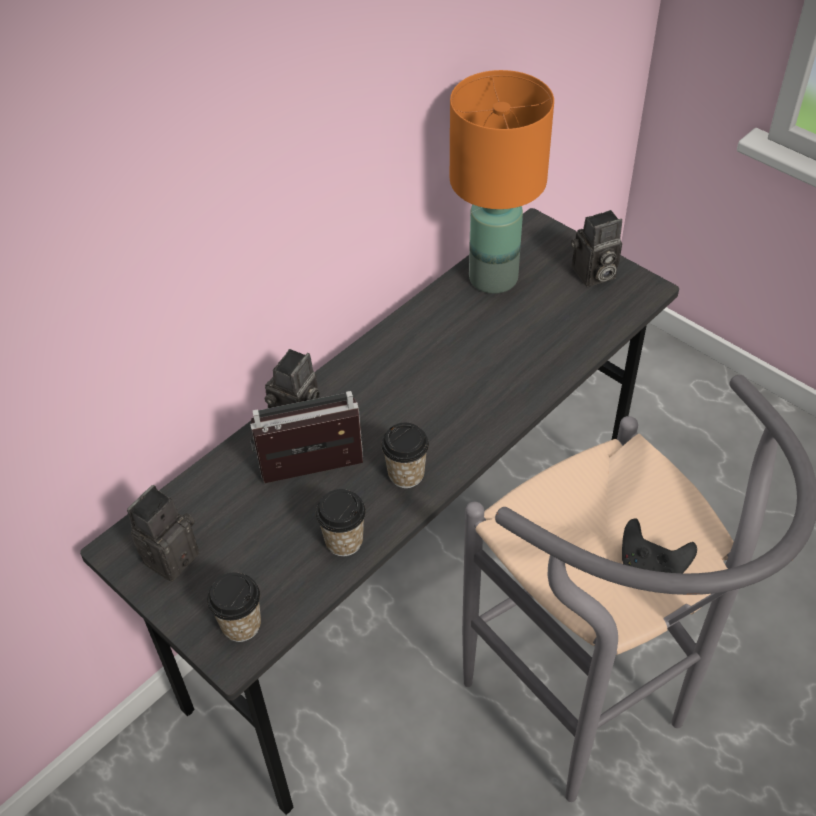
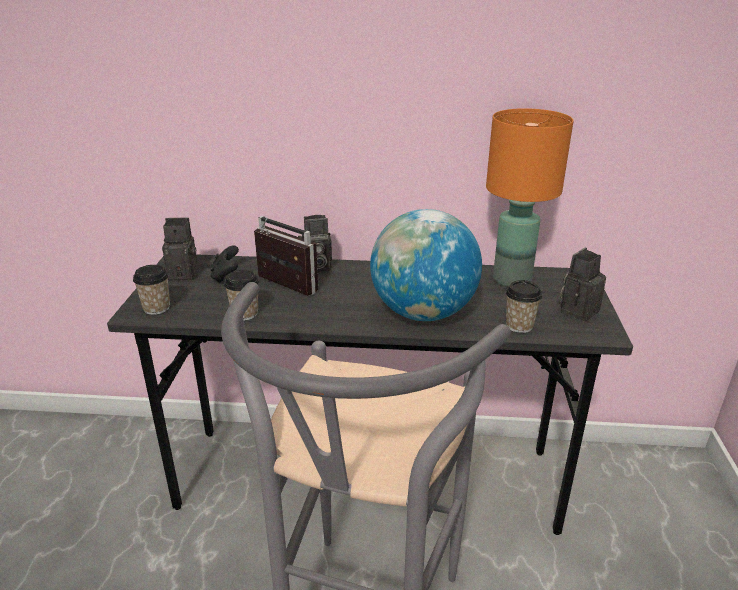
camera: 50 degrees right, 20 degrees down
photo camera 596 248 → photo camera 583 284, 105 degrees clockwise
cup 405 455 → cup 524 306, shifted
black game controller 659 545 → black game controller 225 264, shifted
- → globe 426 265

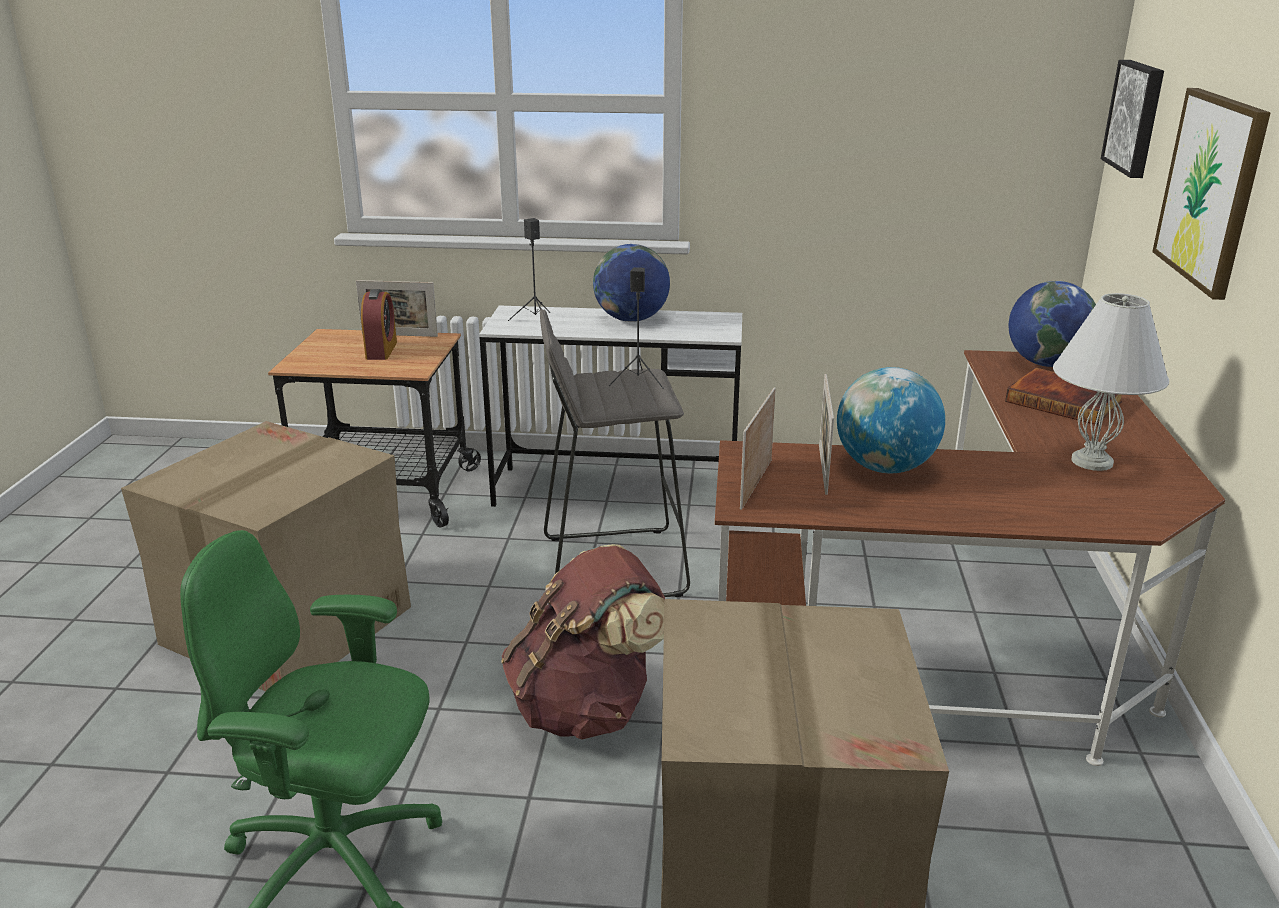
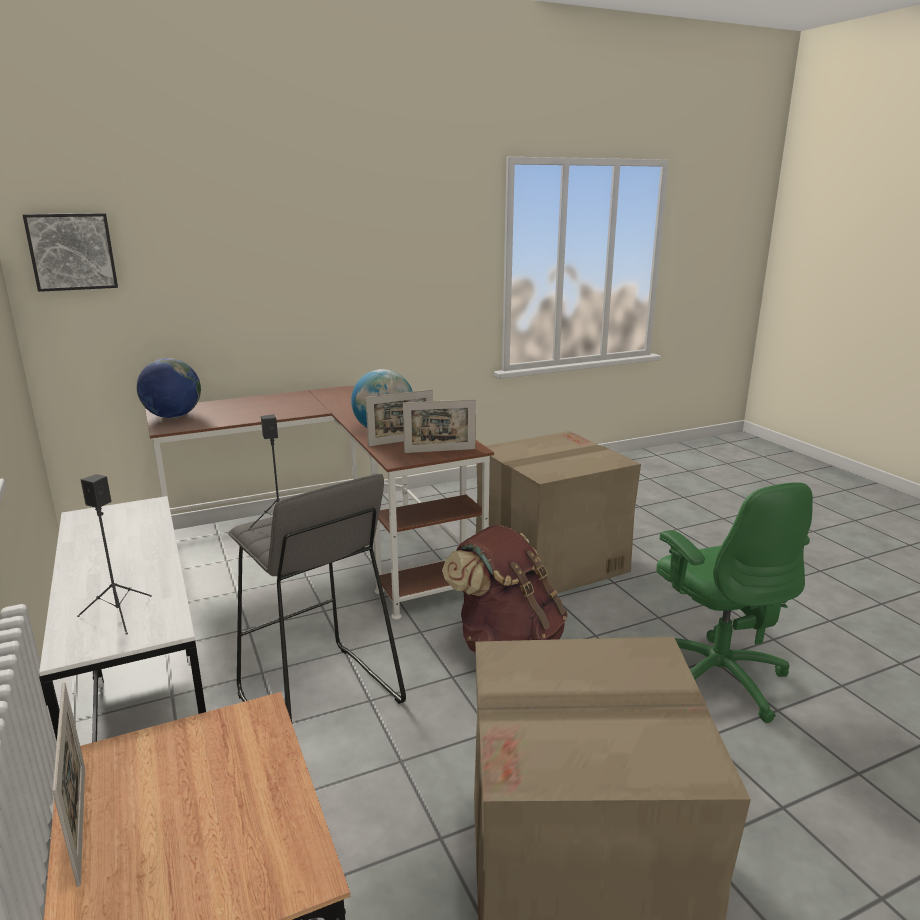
camera: 120 degrees left, 5 degrees down
picture 1211 194 → -
globe 631 283 → -
alarm clock 379 324 → -
white table lamp 1111 382 → -
book 1063 396 → -

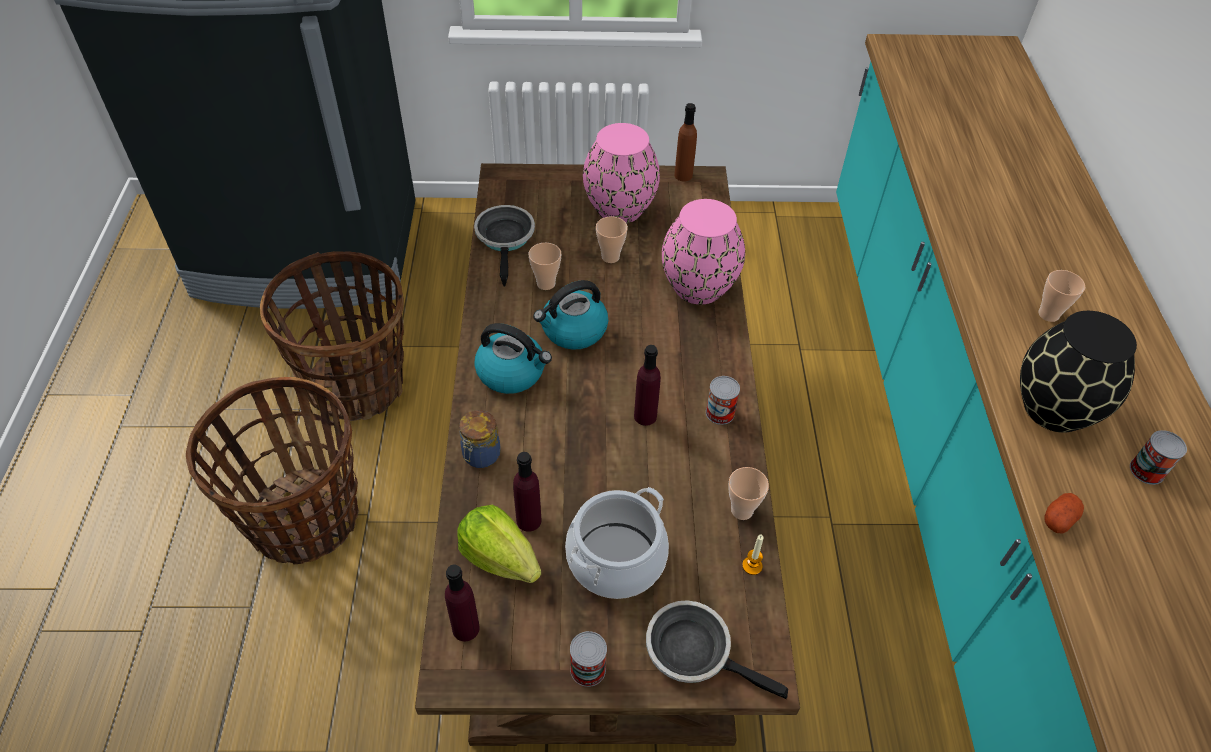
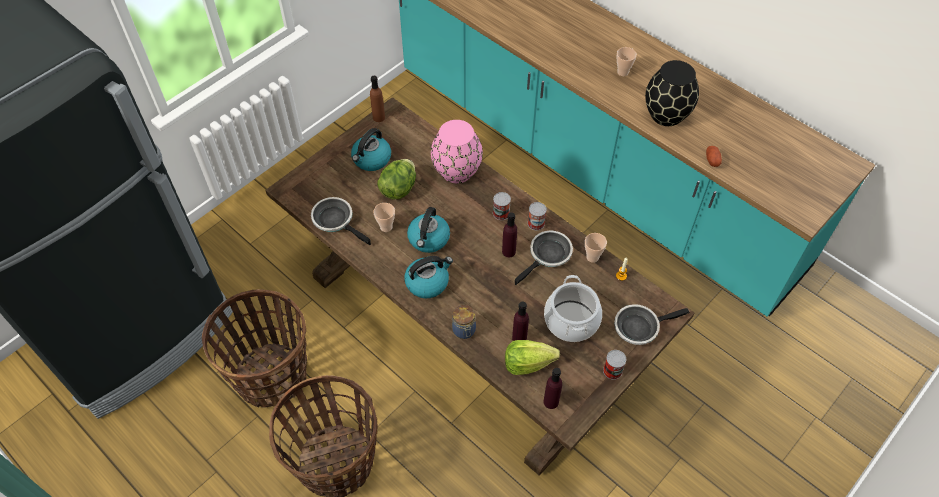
camera: 45 degrees left, 5 degrees up
pink vase 621 173 → kettle 371 149
cup 612 239 → lettuce 396 179
can 1158 457 → can 502 206, shifted
- → frying pan 544 258

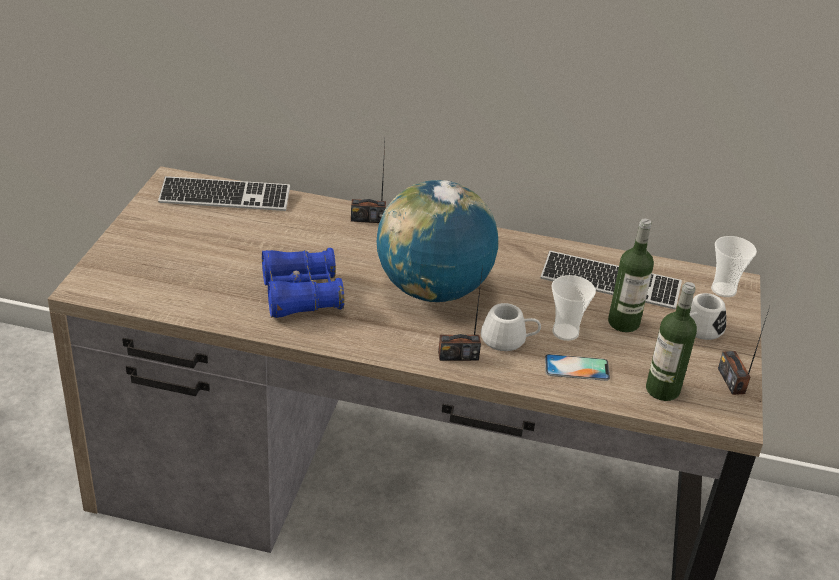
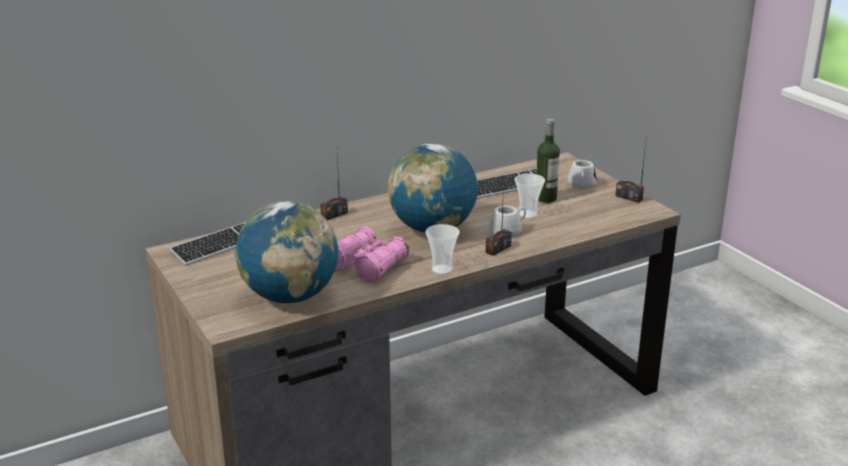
camera: 40 degrees left, 10 degrees down
cup 734 266 → cup 443 249, shifted
blue binoculars 303 283 → pink binoculars 372 254
bottle 671 341 → -
phone 577 367 → -
- → globe 287 252

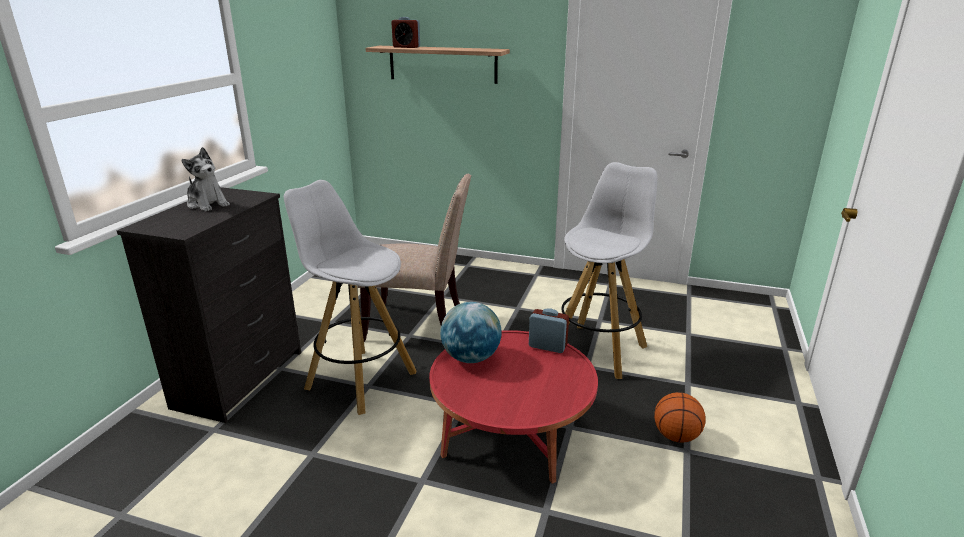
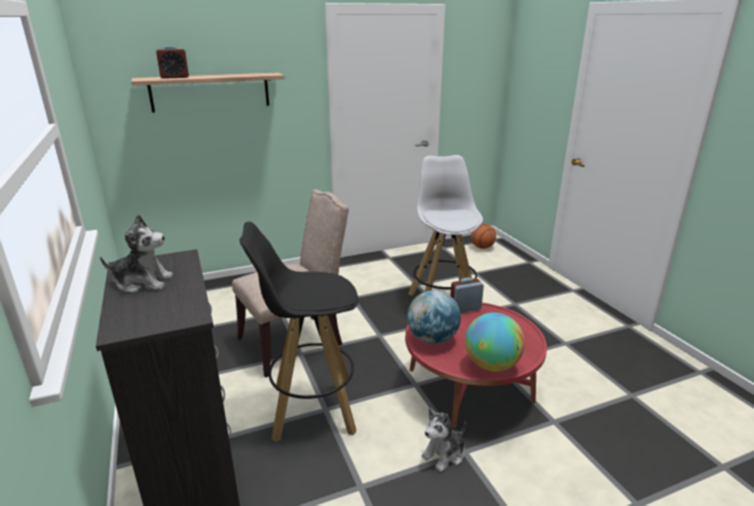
camera: 40 degrees left, 0 degrees up
white stool 350 297 → black stool 299 332
basketball 680 417 → basketball 483 236, shifted
- → globe 495 342
- → plush toy 443 440

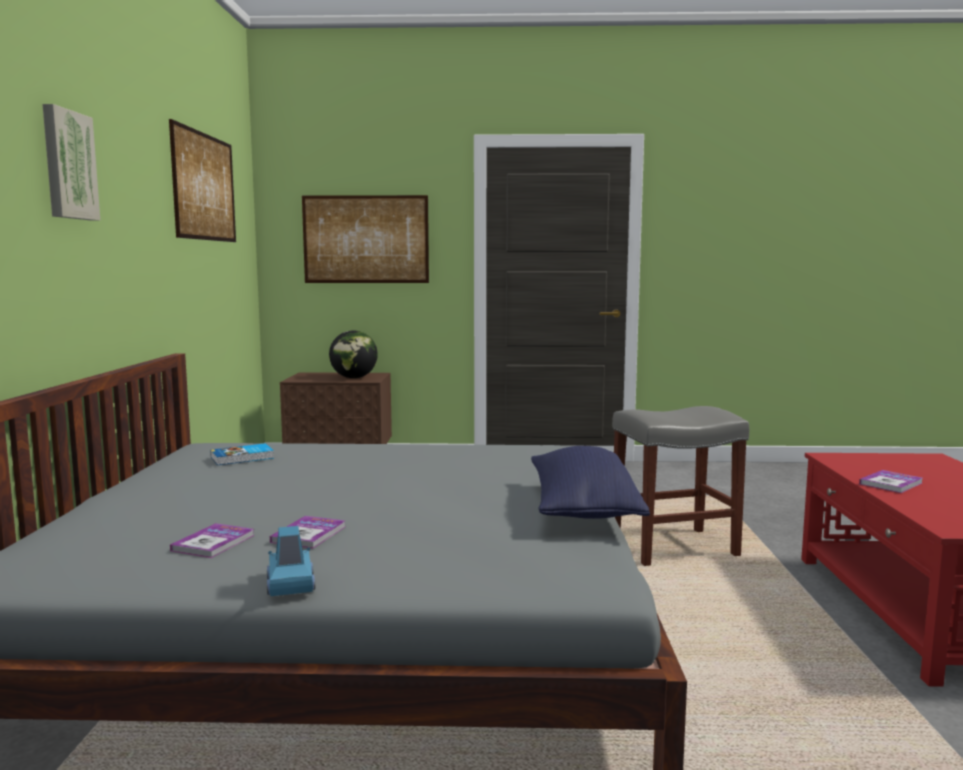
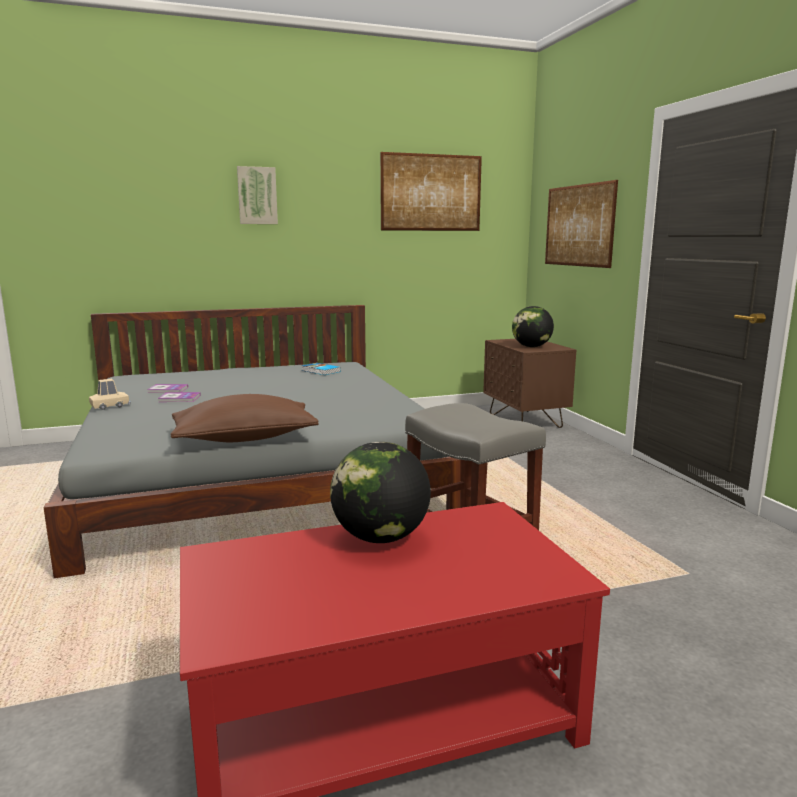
camera: 70 degrees right, 5 degrees up
blue pillow 590 482 → brown pillow 244 418
book 890 481 → globe 380 492
blue toy car 291 561 → beige toy car 110 394

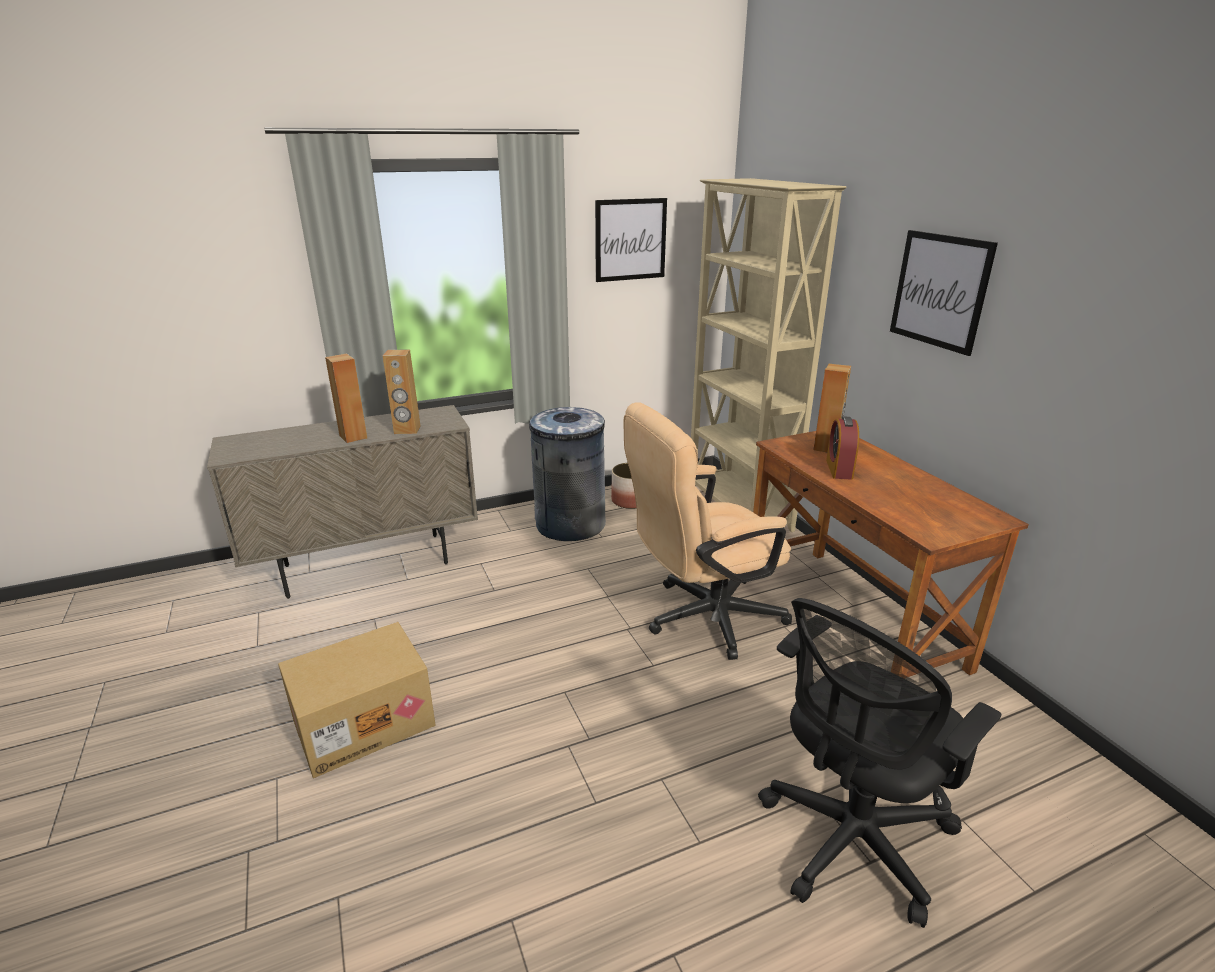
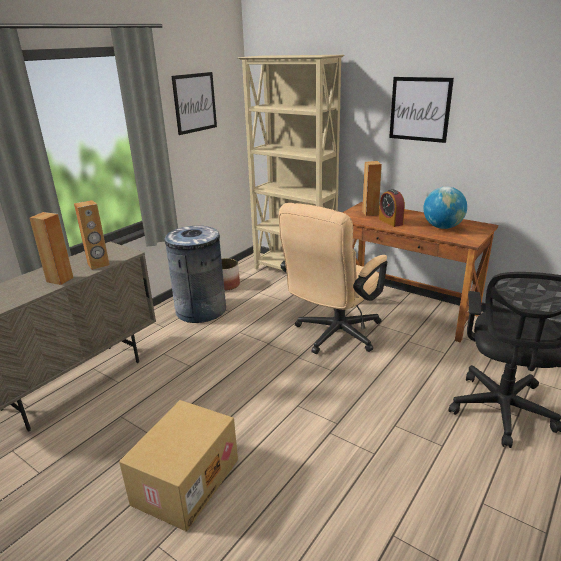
camera: 30 degrees left, 0 degrees up
- → globe 445 208

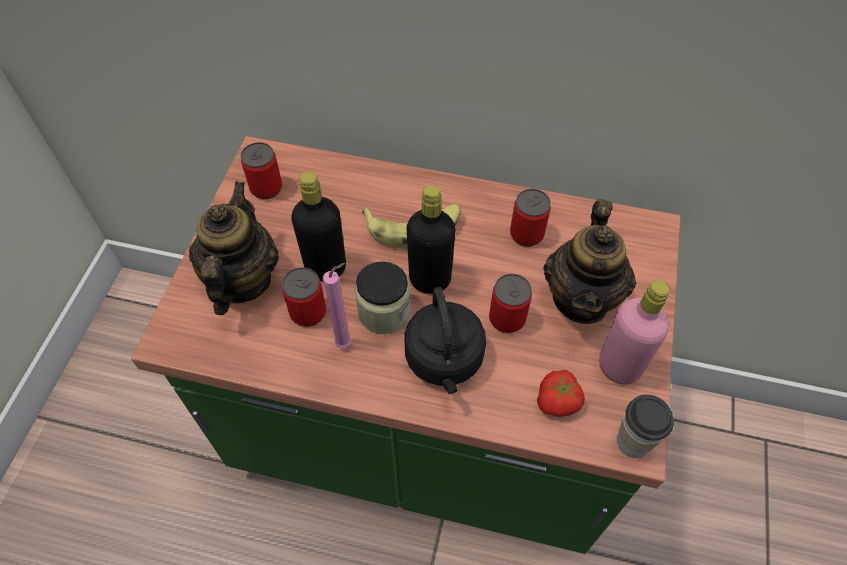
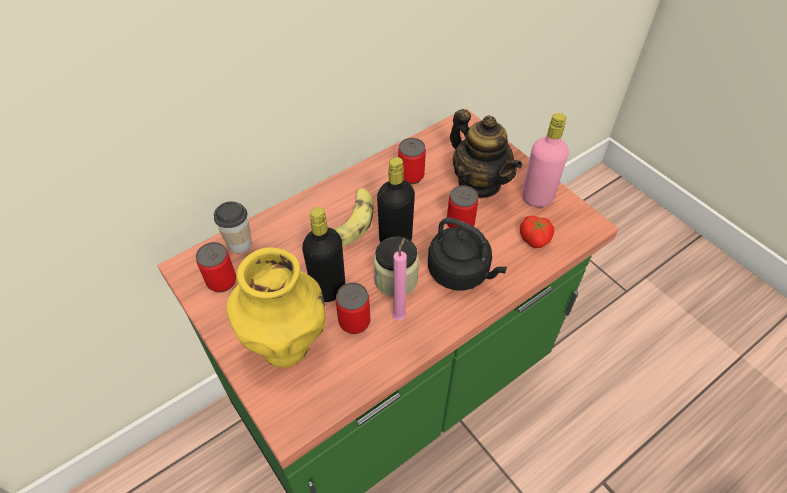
camera: 50 degrees left, 5 degrees down
teapot 234 248 → yellow vase 276 307
cup 645 426 → cup 233 227, shifted

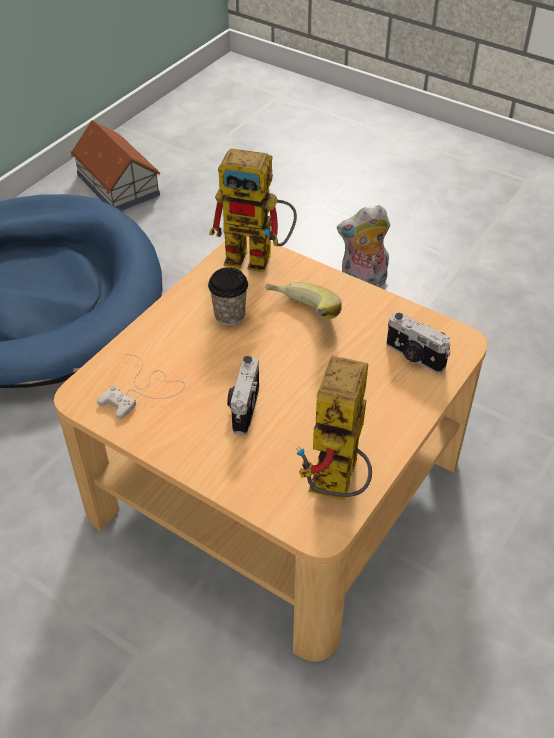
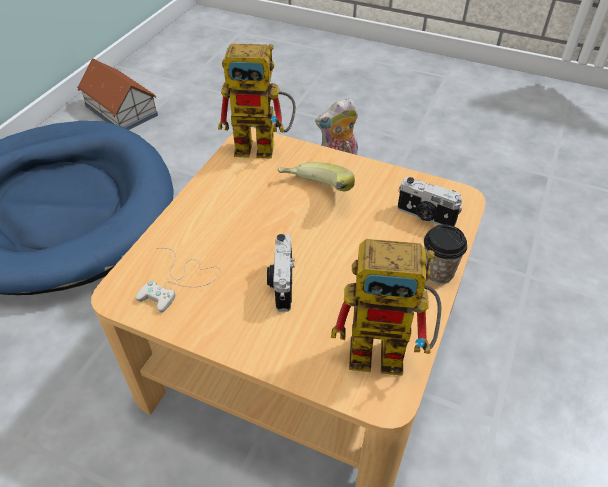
camera: 10 degrees left, 0 degrees up
cup 228 296 → cup 445 254, shifted
toy robot 334 427 → toy robot 386 307, 90 degrees counterclockwise

